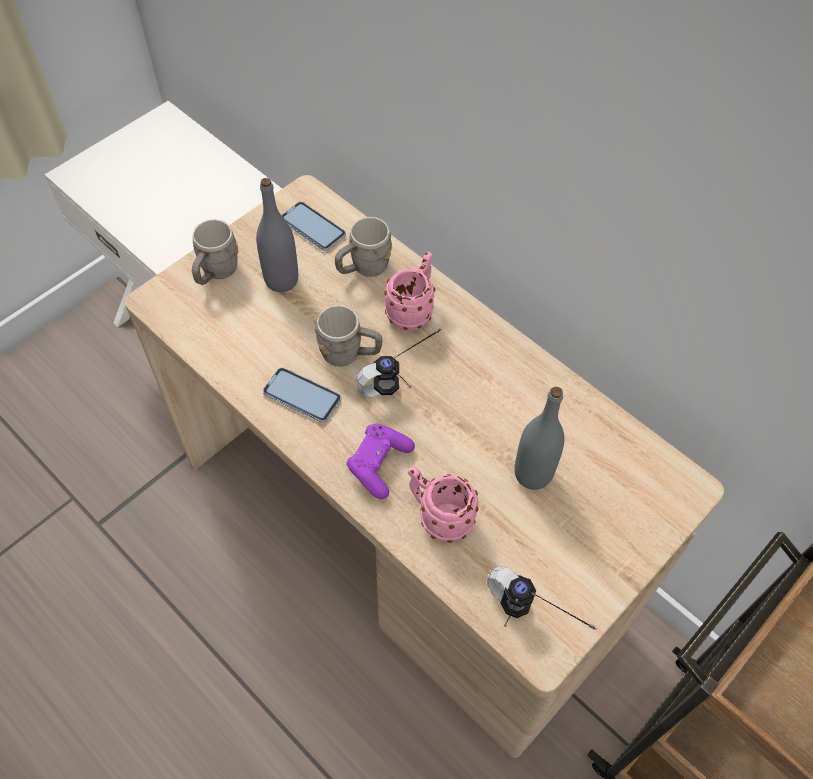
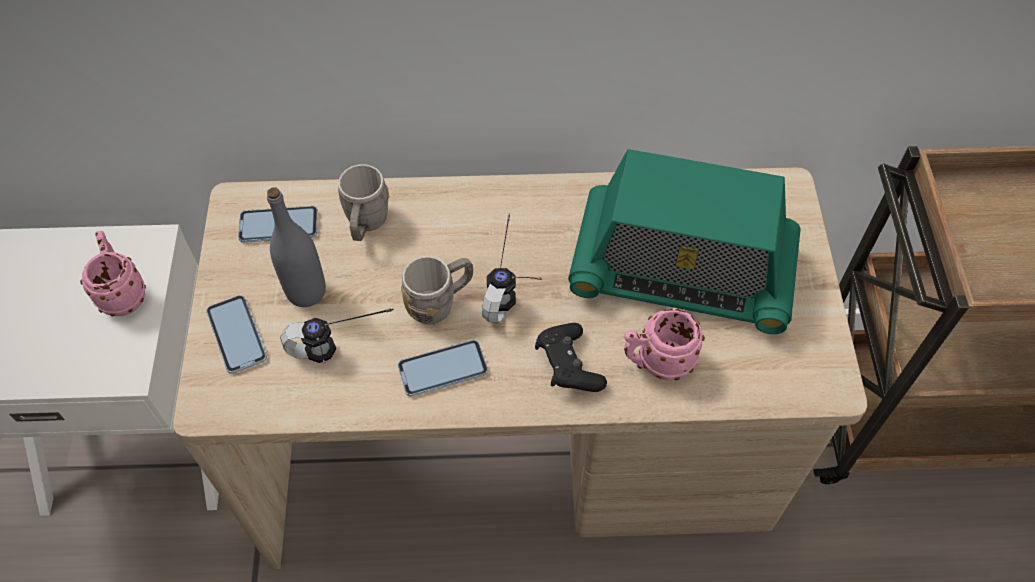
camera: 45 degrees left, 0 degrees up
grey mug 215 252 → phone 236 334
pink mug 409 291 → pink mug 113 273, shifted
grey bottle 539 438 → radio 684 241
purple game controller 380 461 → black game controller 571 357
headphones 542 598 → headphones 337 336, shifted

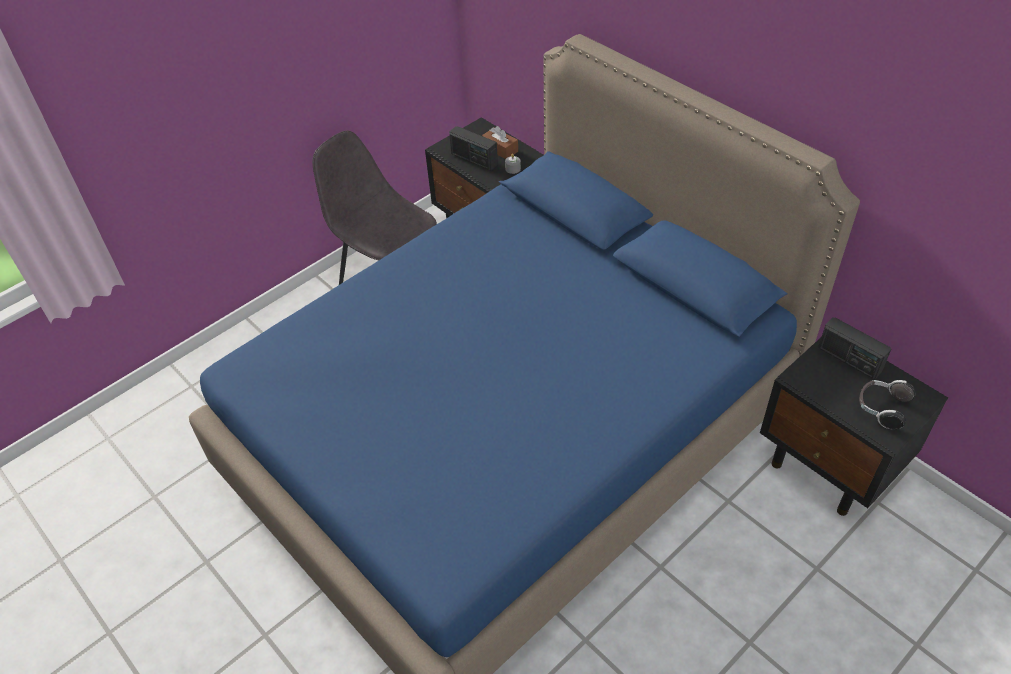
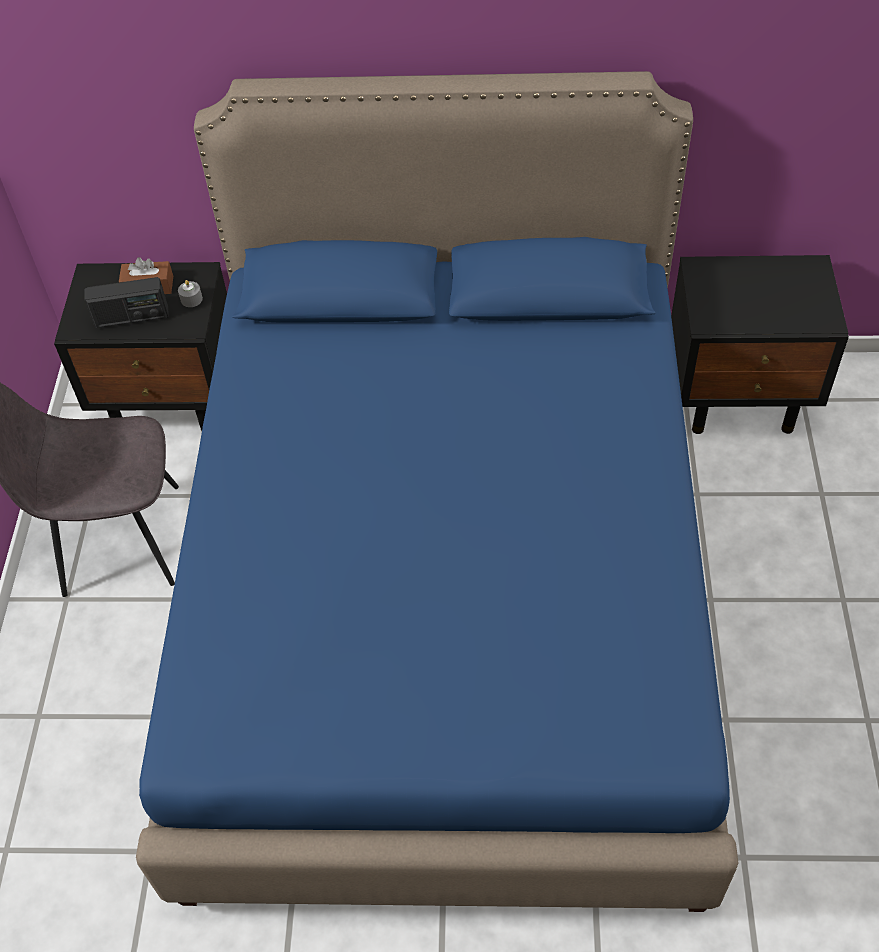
camera: 45 degrees left, 5 degrees up
radio 854 348 → -
headphones 887 405 → -

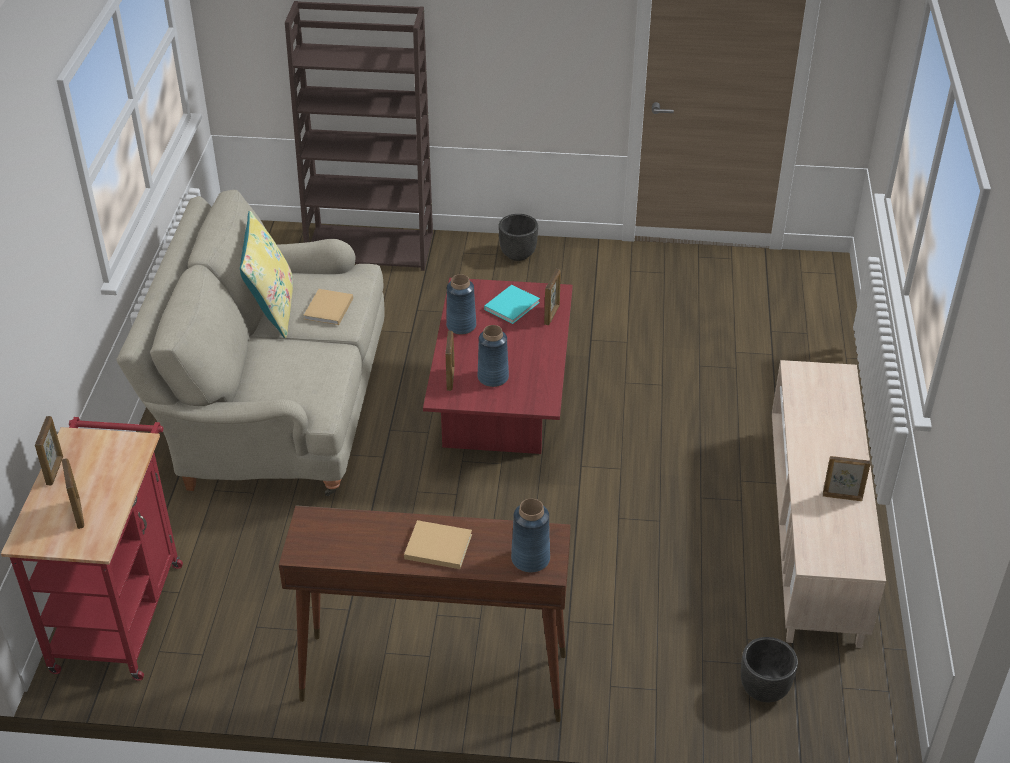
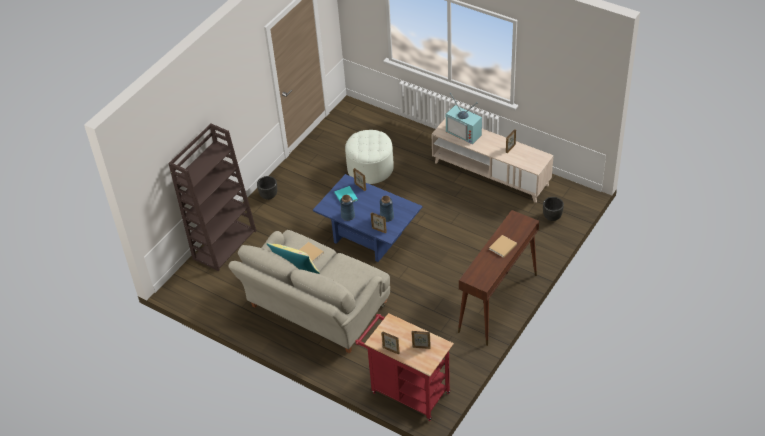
camera: 60 degrees left, 5 degrees up
red coffee table 498 366 → blue coffee table 367 218
blue vase 530 536 → -
- → television 464 118
- → white ottoman 369 157

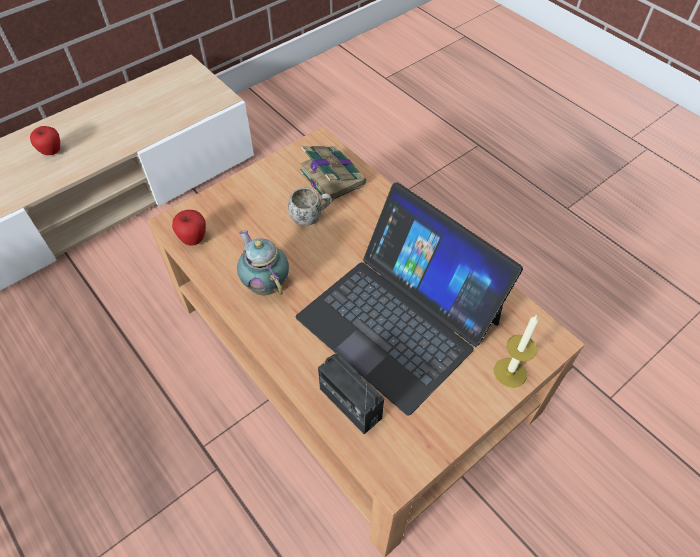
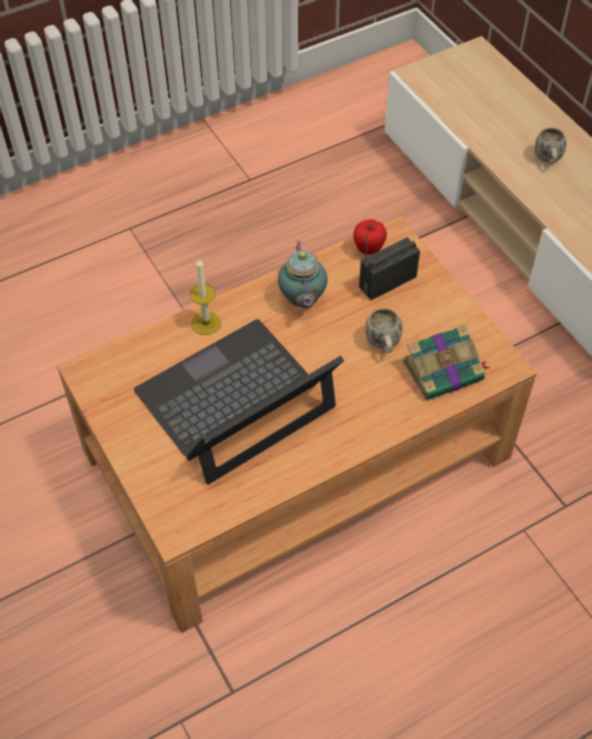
camera: 100 degrees right, 0 degrees up
apple 45 140 → white mug 550 145
teapot 263 262 → teapot 303 274, 105 degrees clockwise
candle 516 351 → candle 205 297, shifted
radio 351 393 → radio 389 264, shifted

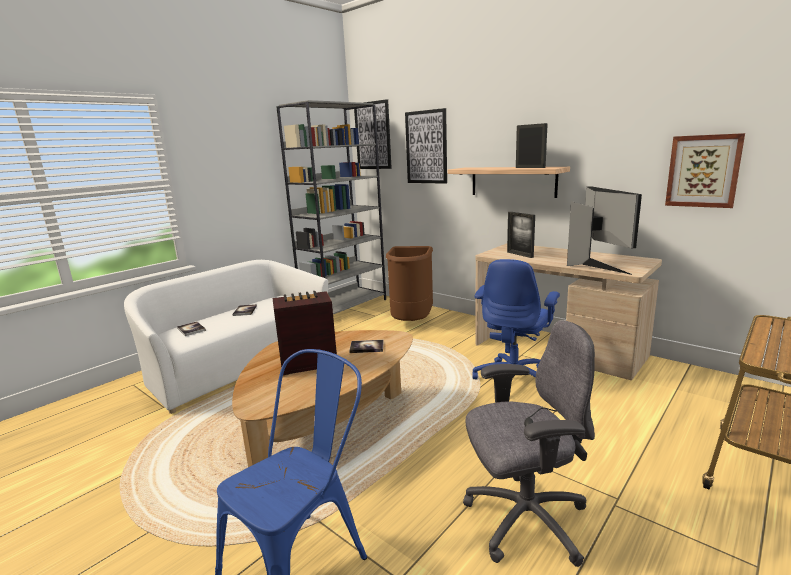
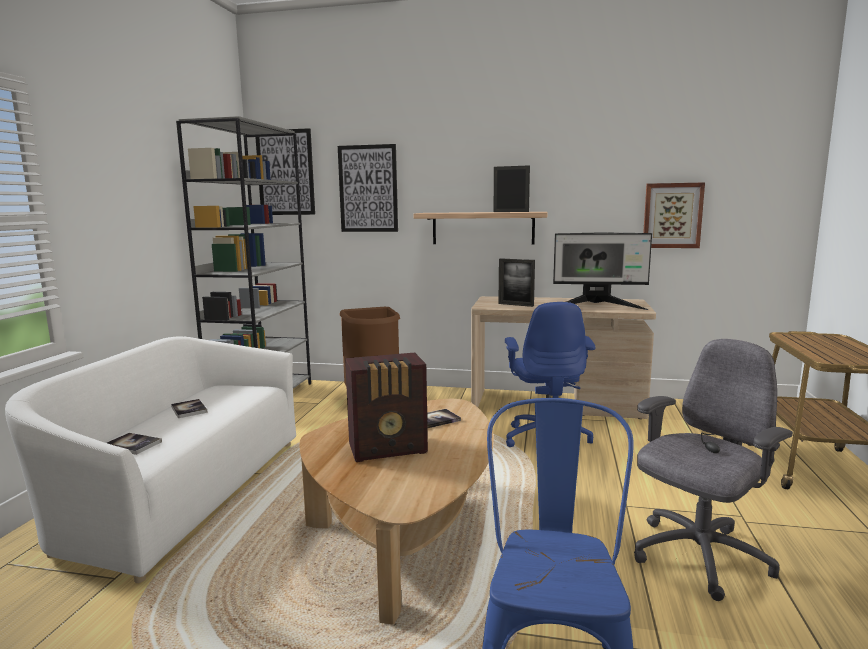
camera: 30 degrees left, 5 degrees down
monitor 604 230 → monitor 602 271, 135 degrees clockwise
radio 305 333 → radio 386 407, 150 degrees counterclockwise

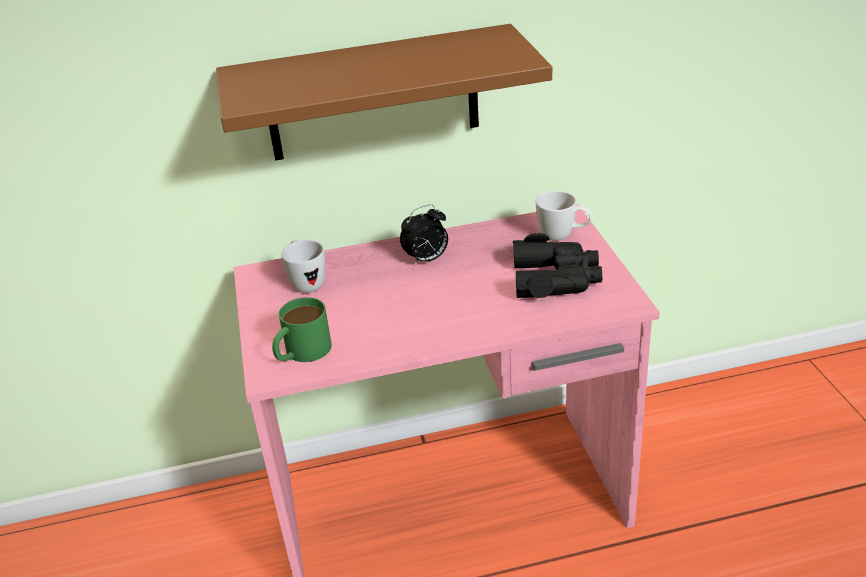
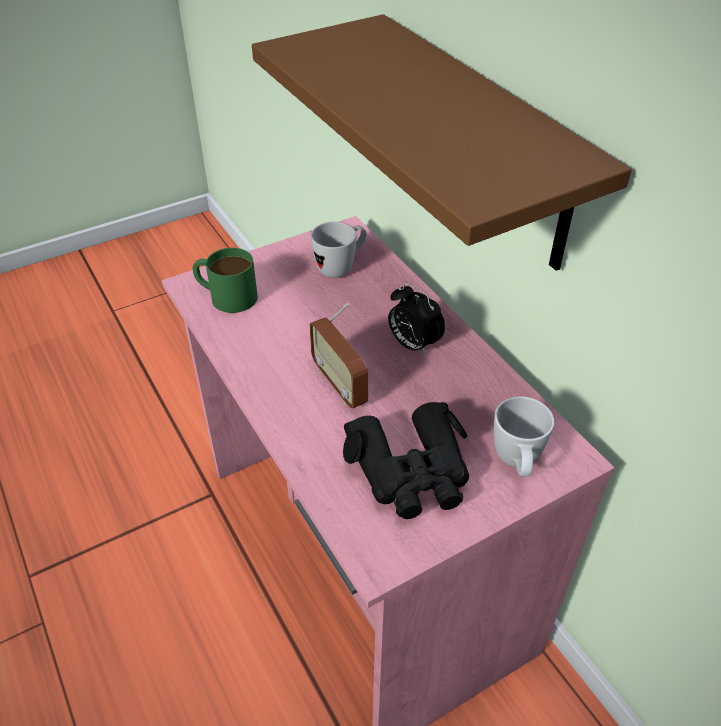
camera: 70 degrees right, 10 degrees up
- → radio 338 356

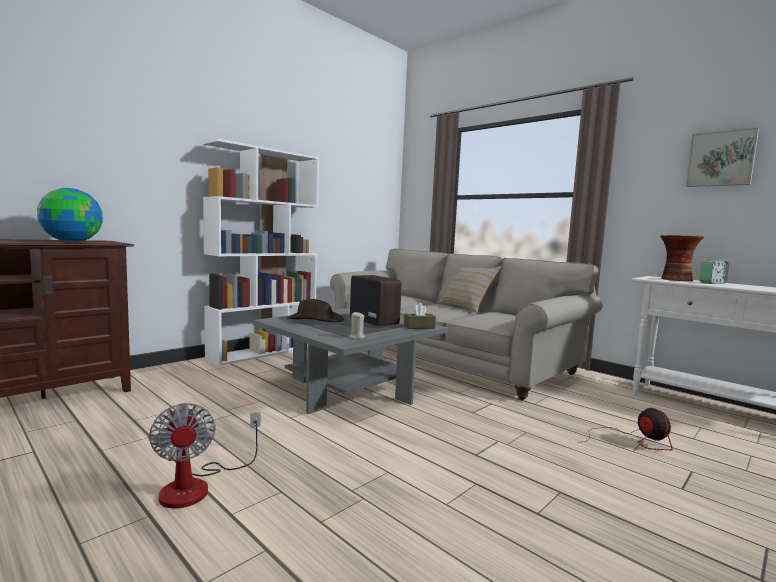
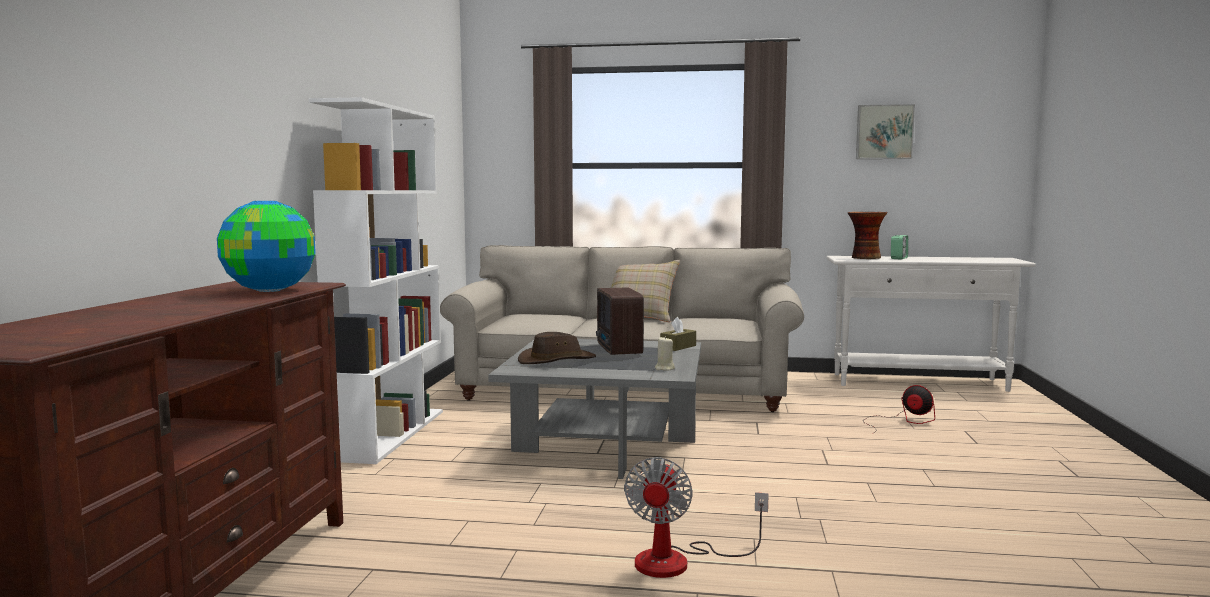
camera: 35 degrees left, 0 degrees up
radio 375 300 → radio 620 321, 120 degrees counterclockwise
fan 204 456 → fan 696 517, 75 degrees clockwise

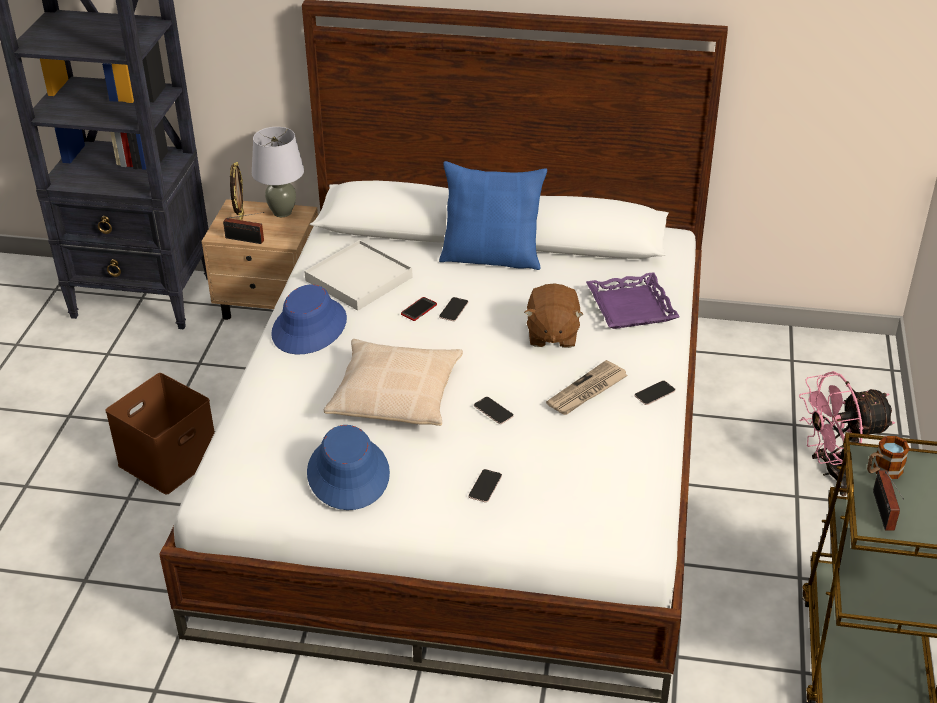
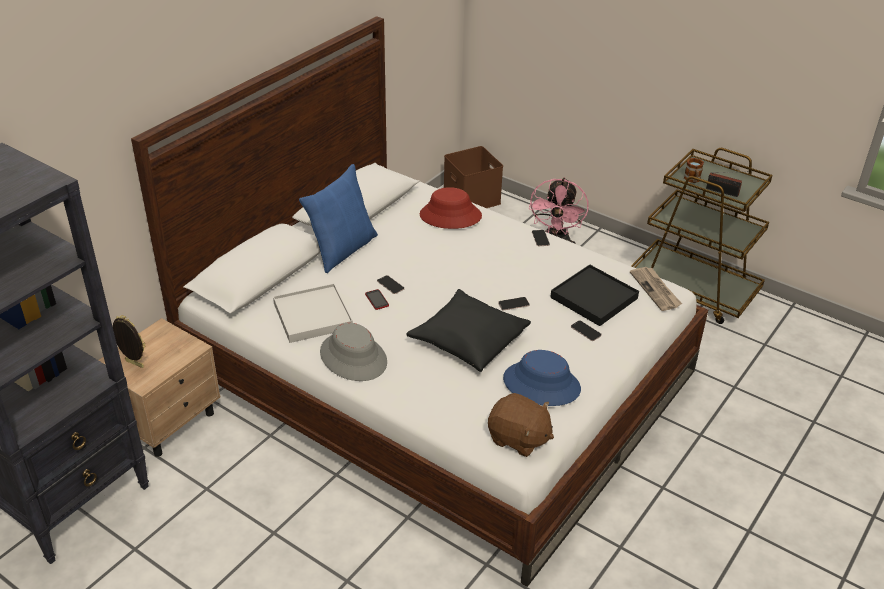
camera: 65 degrees left, 0 degrees up
grey table lamp 278 172 → -
radio 243 228 → -
purple tray 633 300 → red hat 451 208
brown plush toy 554 315 → brown plush toy 521 425, shifted
blue hat 309 319 → grey hat 353 352
beige pillow 393 382 → black pillow 468 330
newspaper 587 387 → newspaper 656 289, shifted
brown storage box 160 434 → brown storage box 473 177, shifted
- → black tray 594 295

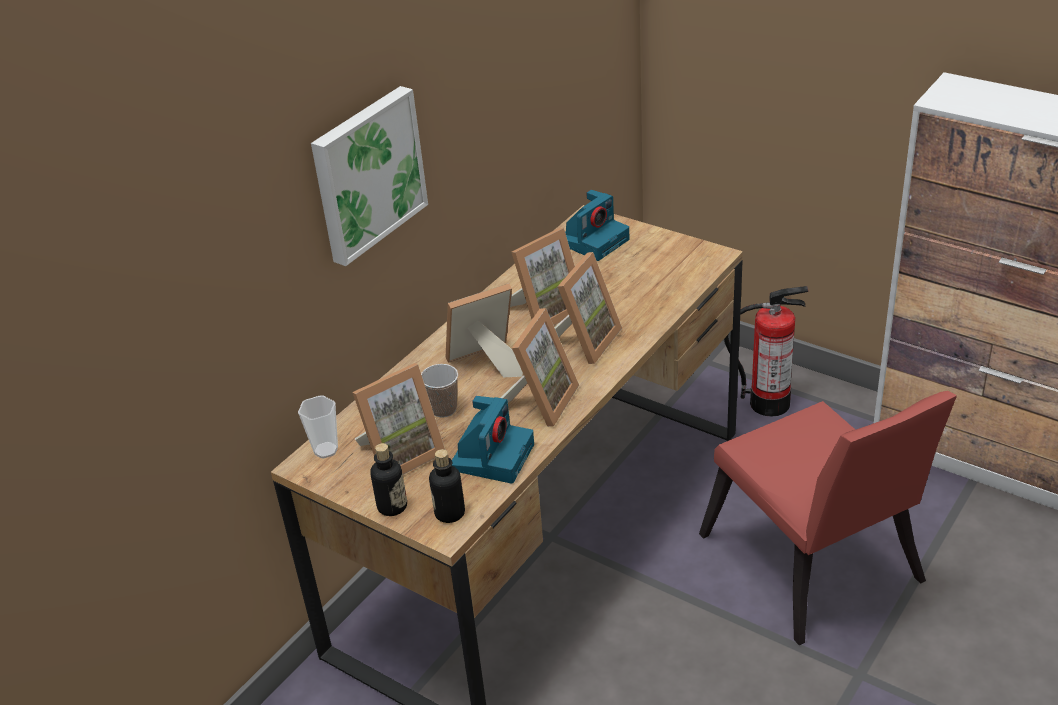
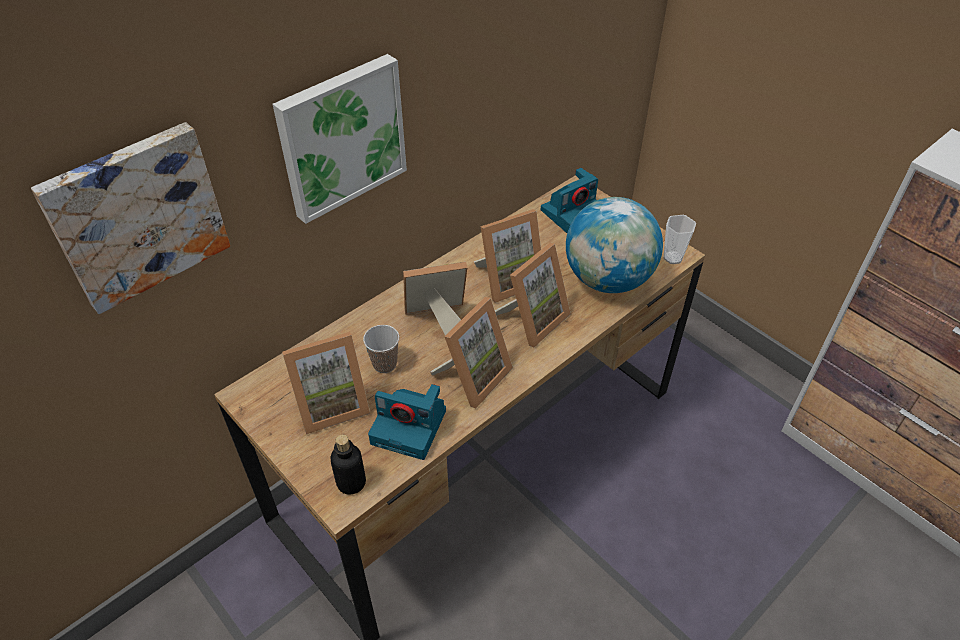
camera: 10 degrees right, 10 degrees up
fire extinguisher 766 351 → -
red chair 828 518 → -
cup 318 426 → cup 680 239, shifted
photo camera 493 440 → photo camera 407 422, 75 degrees clockwise
bottle 388 479 → -
- → picture 130 218
- → globe 614 245

